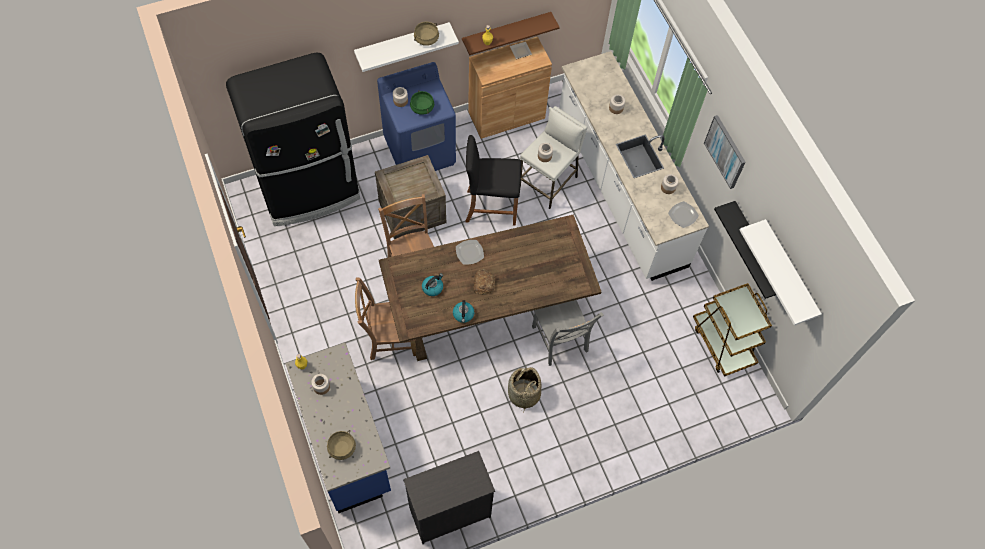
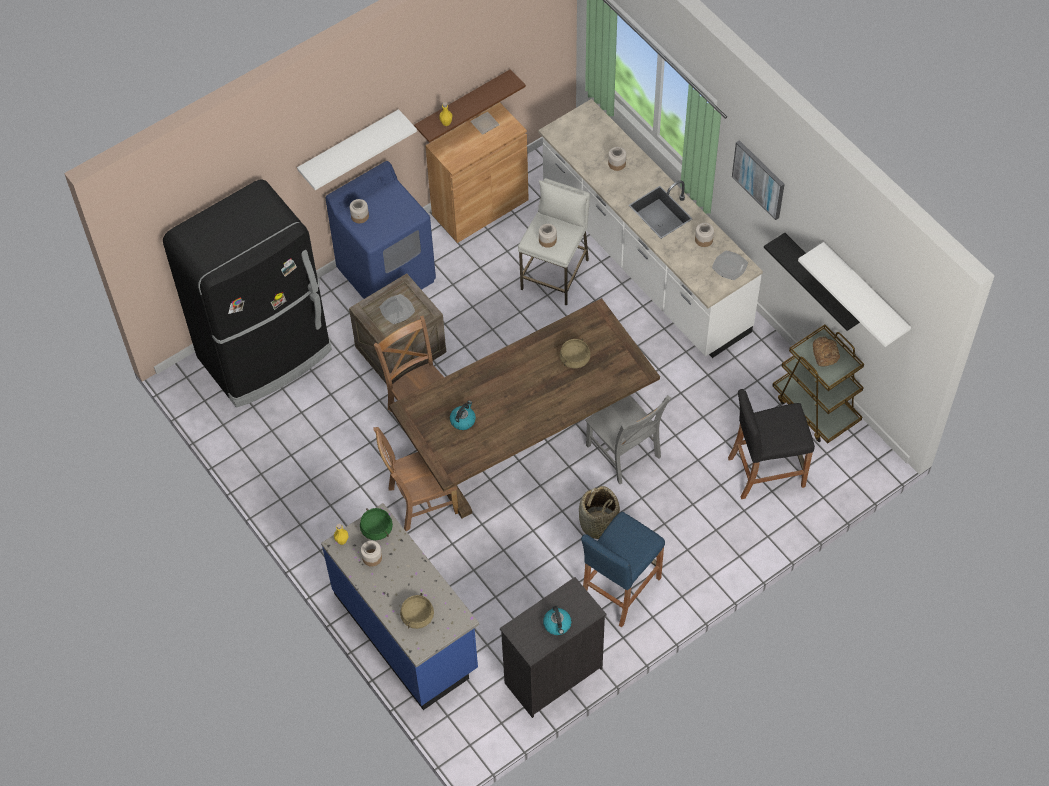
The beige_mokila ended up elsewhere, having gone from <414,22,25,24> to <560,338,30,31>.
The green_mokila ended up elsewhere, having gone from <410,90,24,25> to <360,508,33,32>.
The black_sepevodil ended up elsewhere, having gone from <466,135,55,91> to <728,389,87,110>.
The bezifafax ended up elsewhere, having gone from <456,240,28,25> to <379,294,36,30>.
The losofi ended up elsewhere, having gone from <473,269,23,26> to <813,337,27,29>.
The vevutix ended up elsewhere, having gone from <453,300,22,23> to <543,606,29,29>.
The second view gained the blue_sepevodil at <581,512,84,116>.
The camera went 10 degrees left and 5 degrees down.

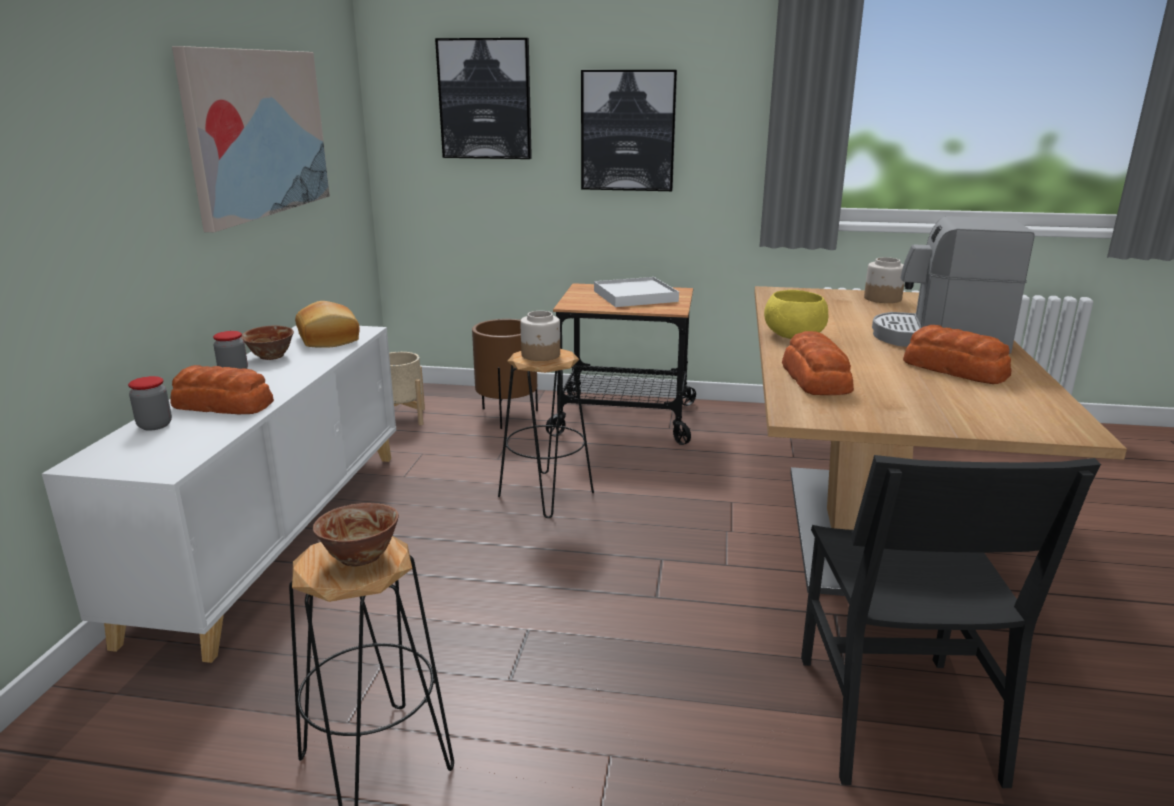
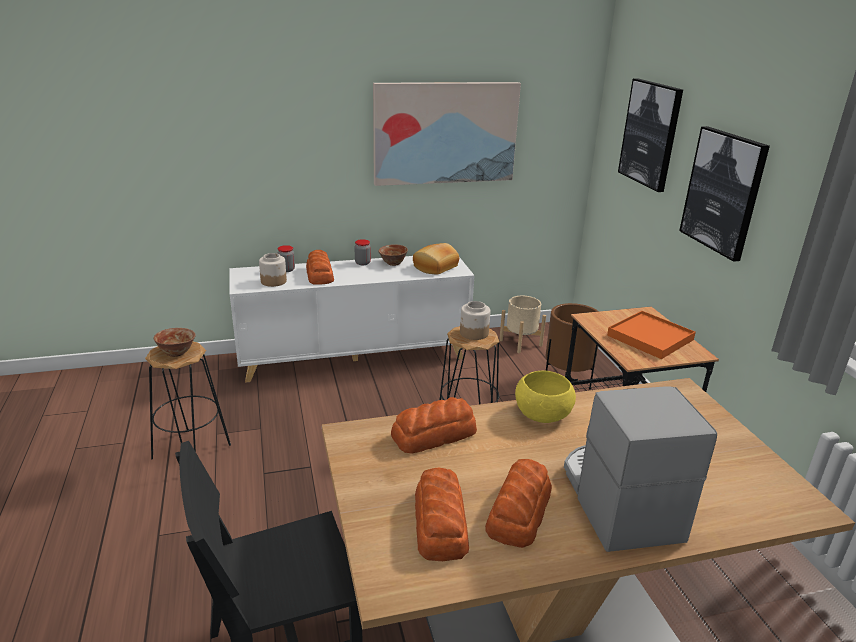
The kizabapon ended up elsewhere, having gone from <864,257,41,46> to <259,253,28,34>.
What was the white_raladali at <594,277,85,30> turned into the orange_raladali at <607,311,89,48>.
The second view gained the losofi at <415,468,54,93>.
The camera went 65 degrees right and 5 degrees up.

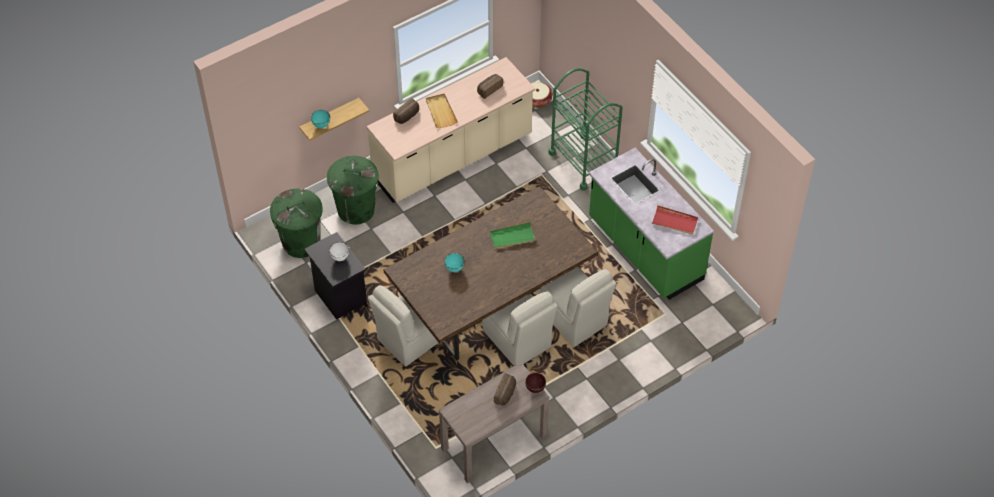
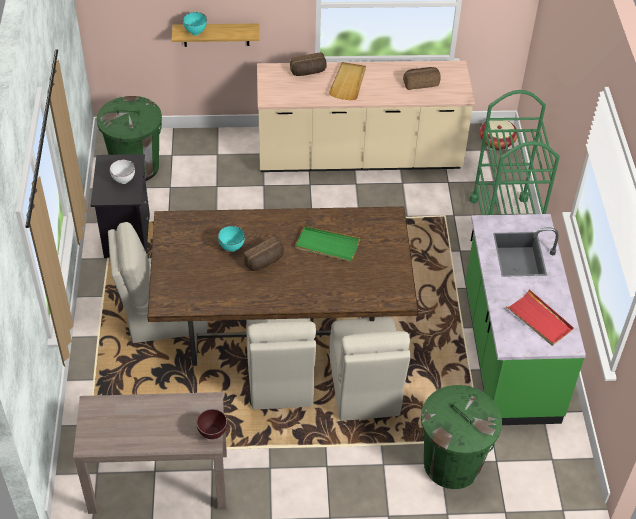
The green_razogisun ended up elsewhere, having gone from <327,156,52,68> to <421,385,81,104>.
The losofi ended up elsewhere, having gone from <494,373,22,32> to <244,236,40,35>.
The camera went 30 degrees right and 5 degrees down.

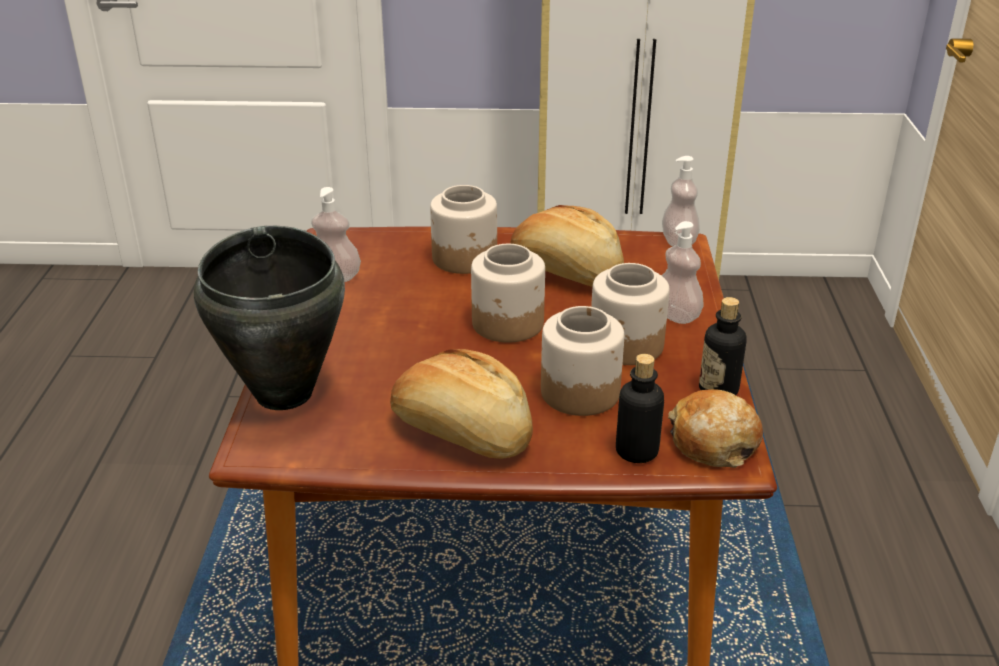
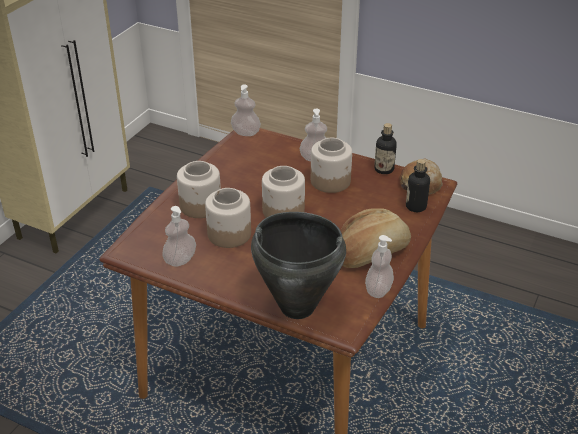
The second view lost the losofi at <510,205,114,82>.
The kizabapon ended up elsewhere, having gone from <541,306,83,110> to <205,188,46,60>.
The second view gained the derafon at <365,235,29,63>.
The camera went 65 degrees left and 5 degrees up.

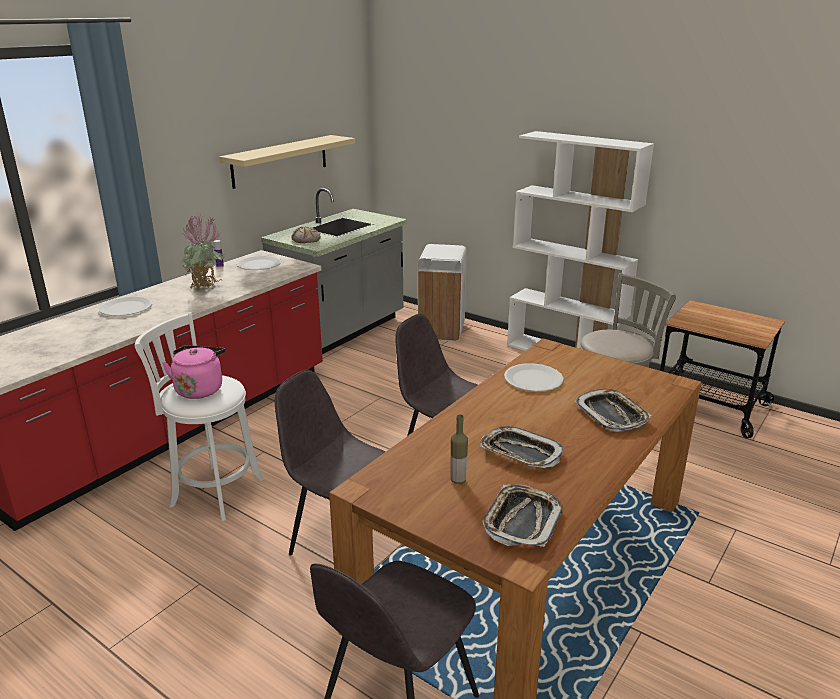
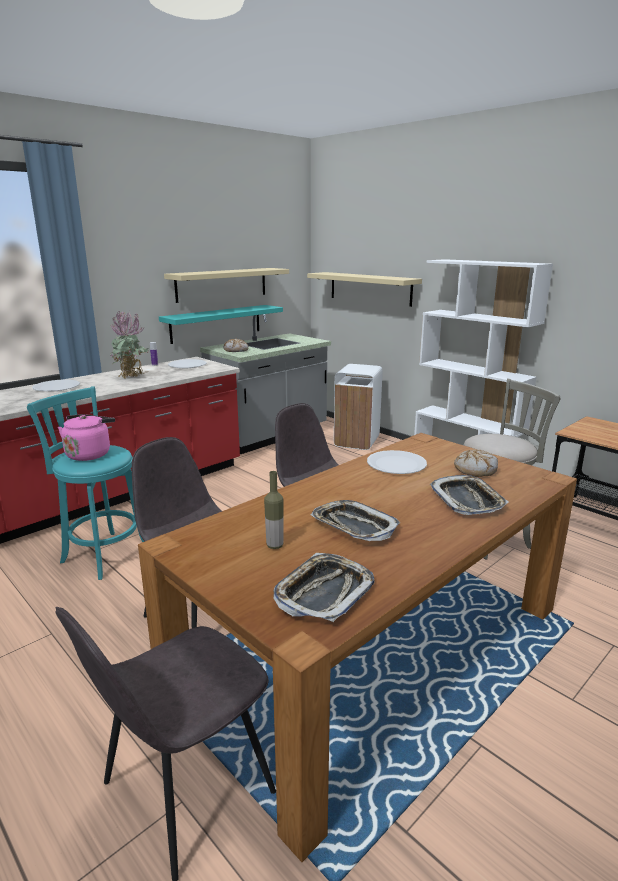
What was the white_sepevodil at <134,312,130,209> turned into the turquoise_sepevodil at <27,386,118,194>.
The second view gained the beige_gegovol at <307,272,115,35>.
The second view gained the turquoise_gegovol at <159,305,124,39>.
The second view gained the losofi at <454,450,44,27>.
The camera went 10 degrees right and 5 degrees down.

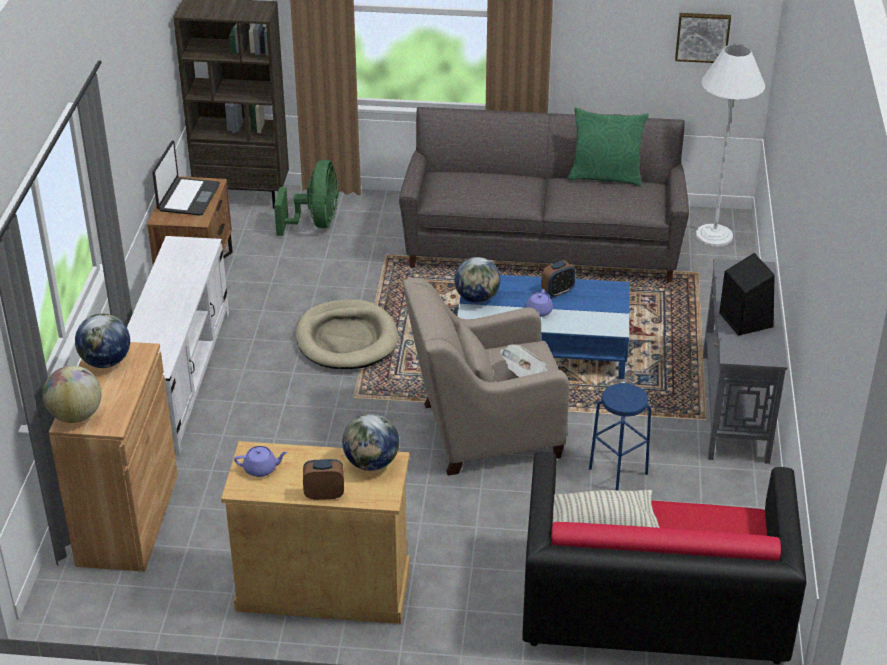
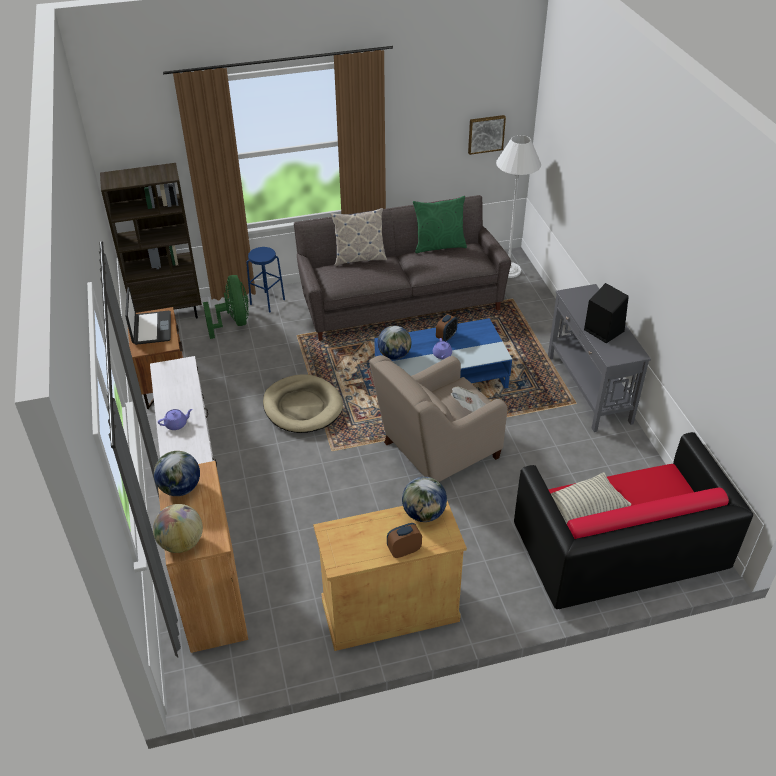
The blue_sepevodil ended up elsewhere, having gone from <589,383,62,107> to <246,247,39,66>.
The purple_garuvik ended up elsewhere, having gone from <234,446,54,31> to <158,409,35,21>.
The second view gained the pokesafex at <330,208,57,58>.
The camera went 20 degrees left and 5 degrees up.

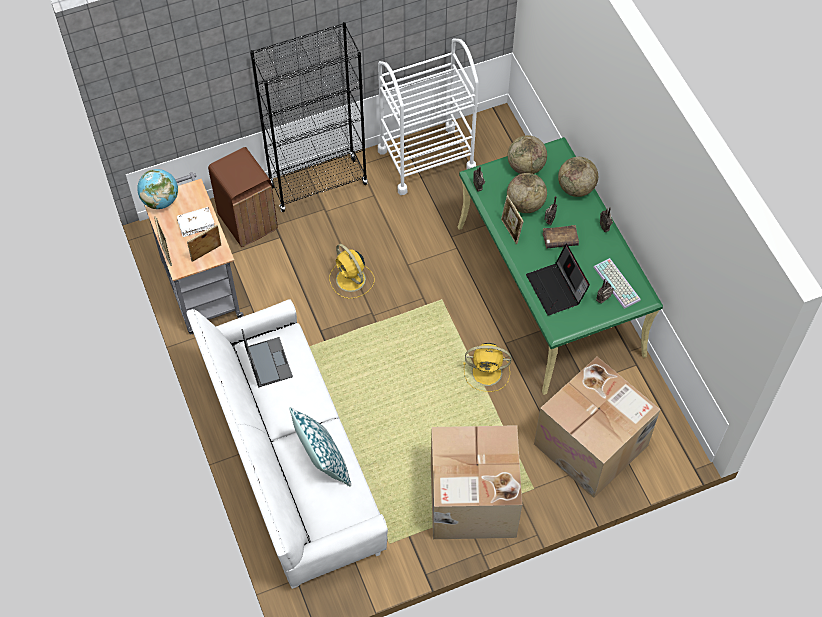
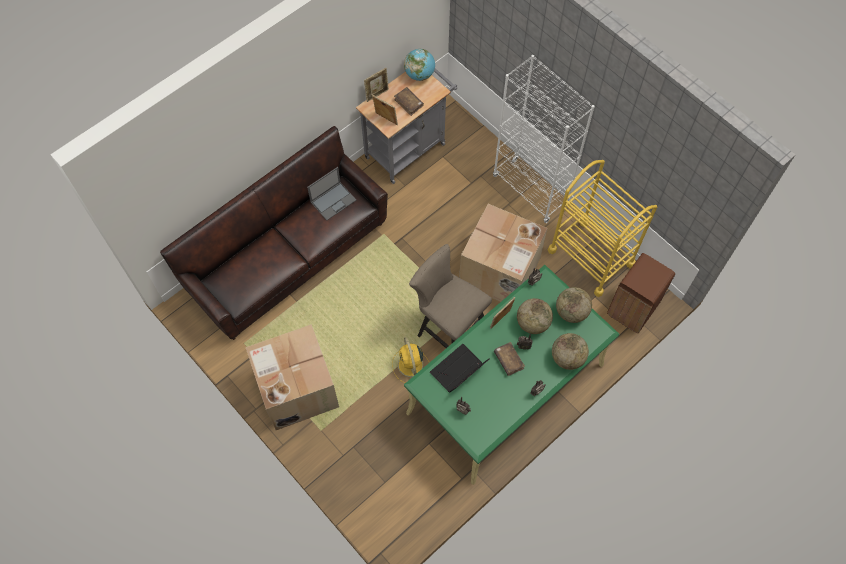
What was the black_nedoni at <250,22,118,190> turned into the white_nedoni at <493,55,102,168>.
What was the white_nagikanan at <378,38,101,157> turned into the yellow_nagikanan at <548,160,109,137>.
The brown_razogisun ended up elsewhere, having gone from <208,147,70,100> to <607,253,68,80>.
What was the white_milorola at <177,207,38,30> turned into the brown_milorola at <394,87,30,29>.
The second view lost the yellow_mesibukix at <329,244,46,55>.
The second view lost the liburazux at <593,258,48,51>.
What was the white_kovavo at <187,299,201,290> turned into the brown_kovavo at <160,126,228,214>.
The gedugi ended up elsewhere, having gone from <534,356,126,142> to <459,204,89,98>.
The second view lost the pokesafex at <289,407,62,80>.
The second view gained the beige_sepevodil at <409,244,83,104>.
The camera went 70 degrees right and 5 degrees up.

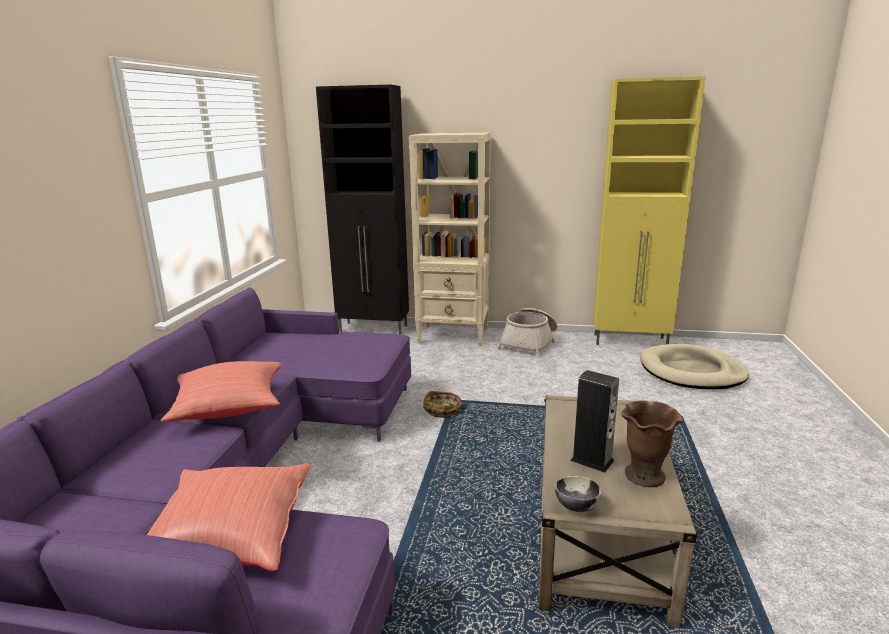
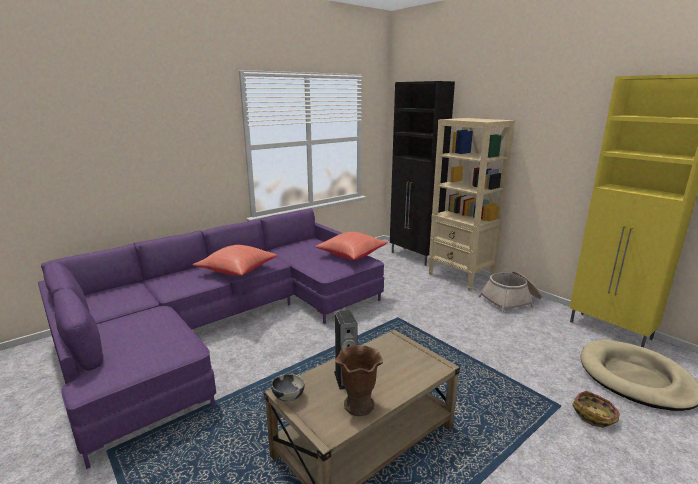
The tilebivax ended up elsewhere, having gone from <423,391,39,27> to <572,391,48,37>.
The red_pokesafex ended up elsewhere, having gone from <147,464,164,108> to <315,232,73,28>.
The camera went 40 degrees right and 0 degrees up.

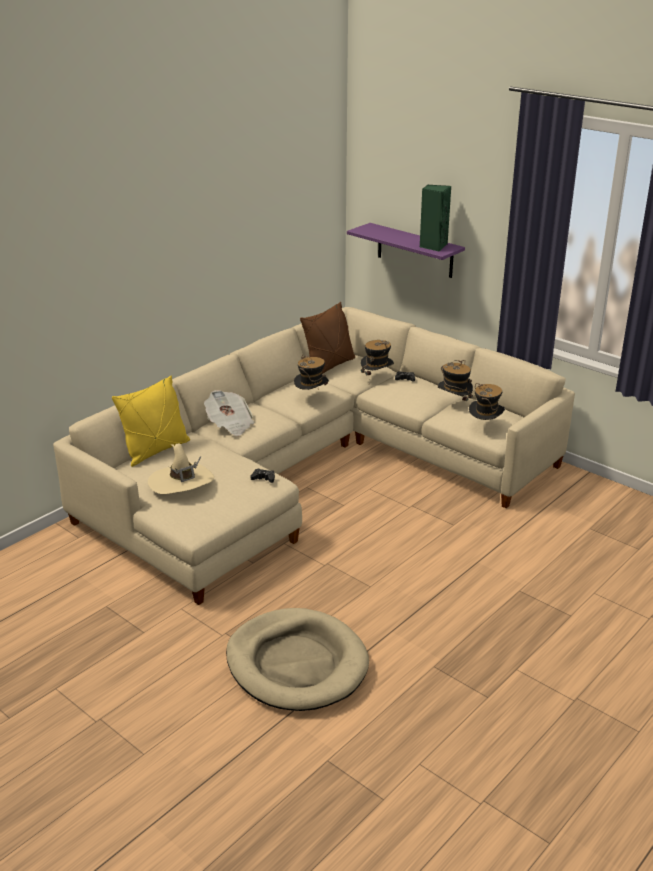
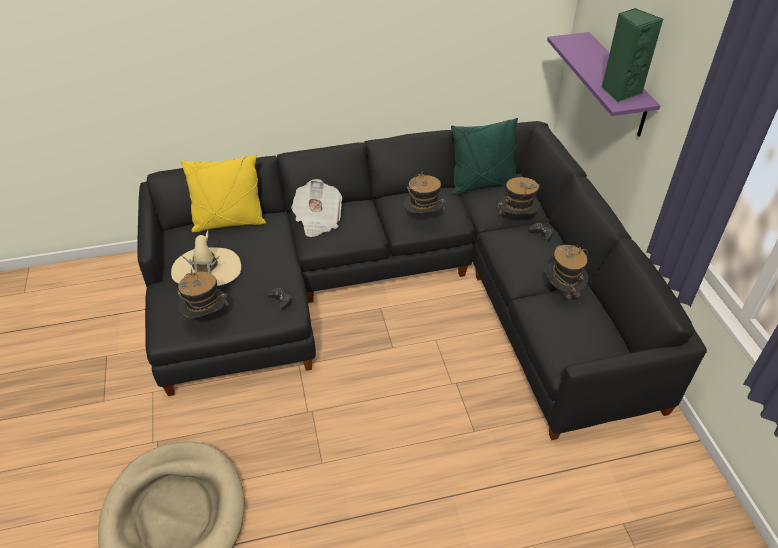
What was the brown_pokesafex at <300,302,55,72> turned into the green_pokesafex at <451,118,67,77>.
What was the beige_kovavo at <53,307,522,298> turned into the black_kovavo at <137,121,570,319>.
The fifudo ended up elsewhere, having gone from <469,383,36,37> to <177,269,51,49>.
The camera went 35 degrees right and 15 degrees up.

